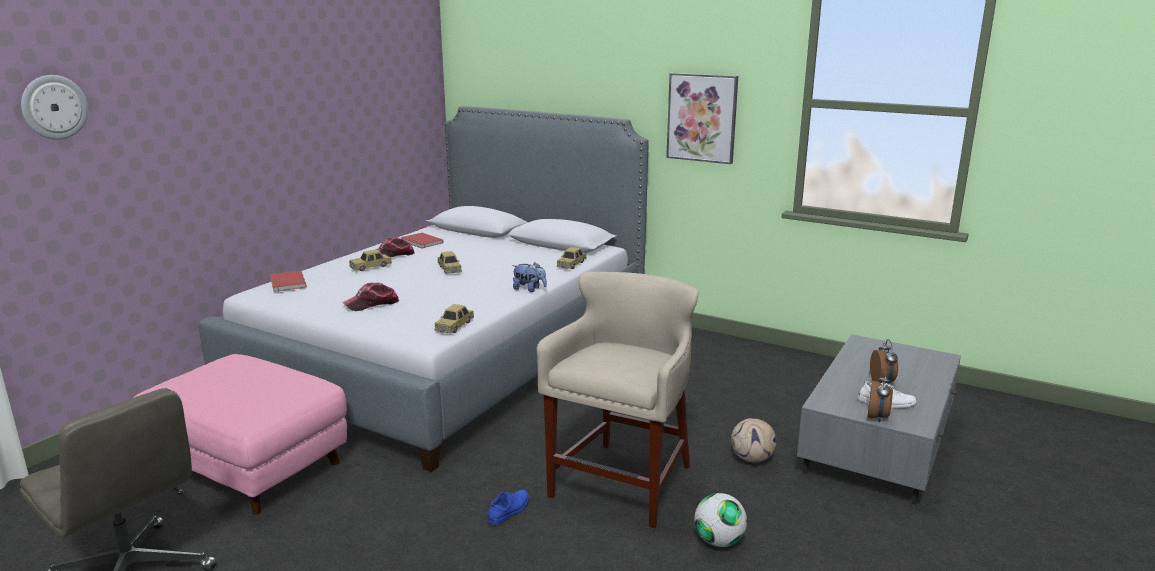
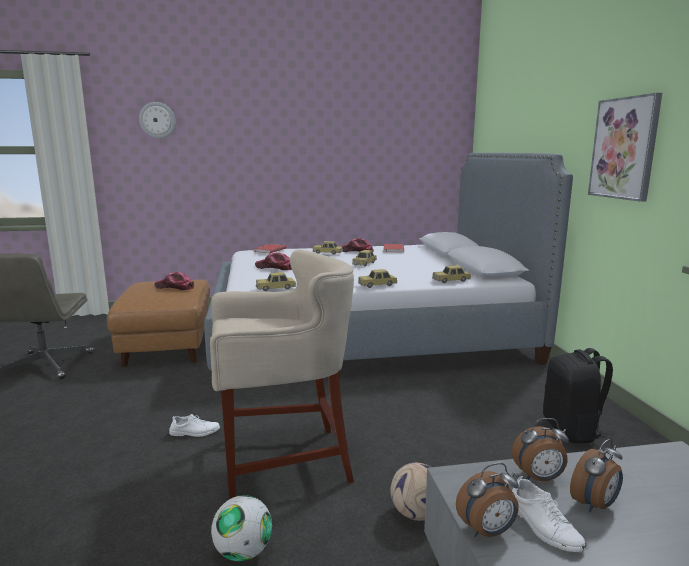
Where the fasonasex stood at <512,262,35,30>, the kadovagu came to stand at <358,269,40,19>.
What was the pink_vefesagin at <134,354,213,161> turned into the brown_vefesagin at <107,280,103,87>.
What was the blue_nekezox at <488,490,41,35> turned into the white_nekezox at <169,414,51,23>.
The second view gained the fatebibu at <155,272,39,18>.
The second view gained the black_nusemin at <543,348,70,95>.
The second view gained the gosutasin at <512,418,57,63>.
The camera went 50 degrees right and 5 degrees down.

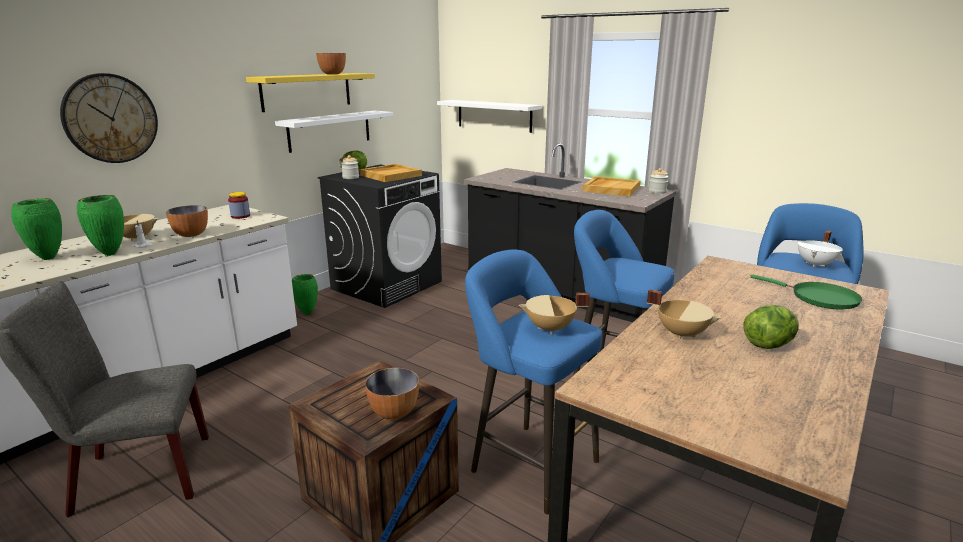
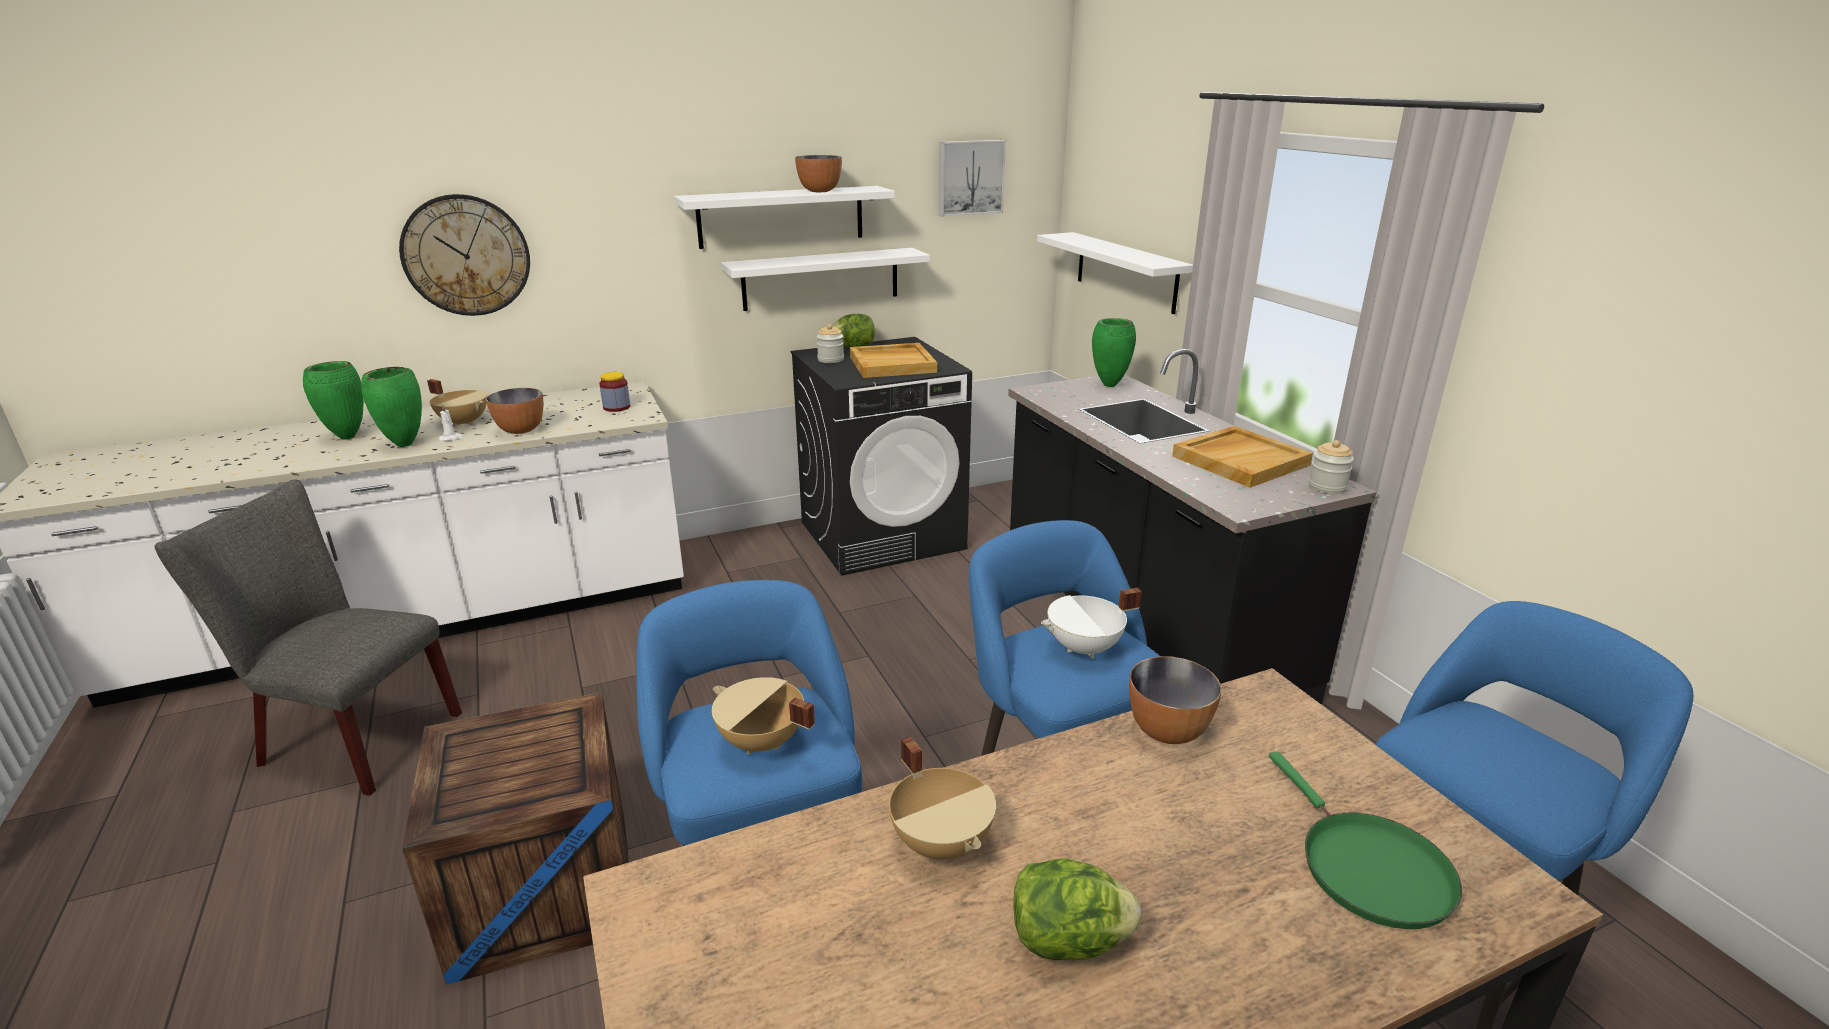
What was the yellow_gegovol at <246,73,129,39> turned into the white_gegovol at <674,186,221,63>.
The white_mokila ended up elsewhere, having gone from <798,230,45,37> to <1041,587,101,72>.
The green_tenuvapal ended up elsewhere, having gone from <292,274,26,41> to <1092,318,44,69>.
The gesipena ended up elsewhere, having gone from <365,368,54,52> to <1129,656,92,88>.
The second view gained the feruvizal at <939,140,67,77>.
The camera went 30 degrees right and 5 degrees up.

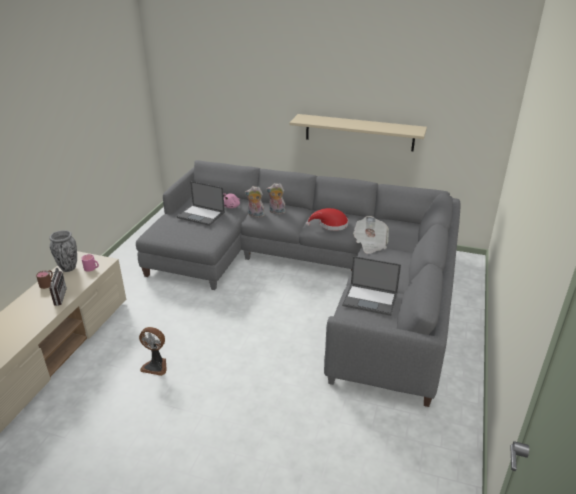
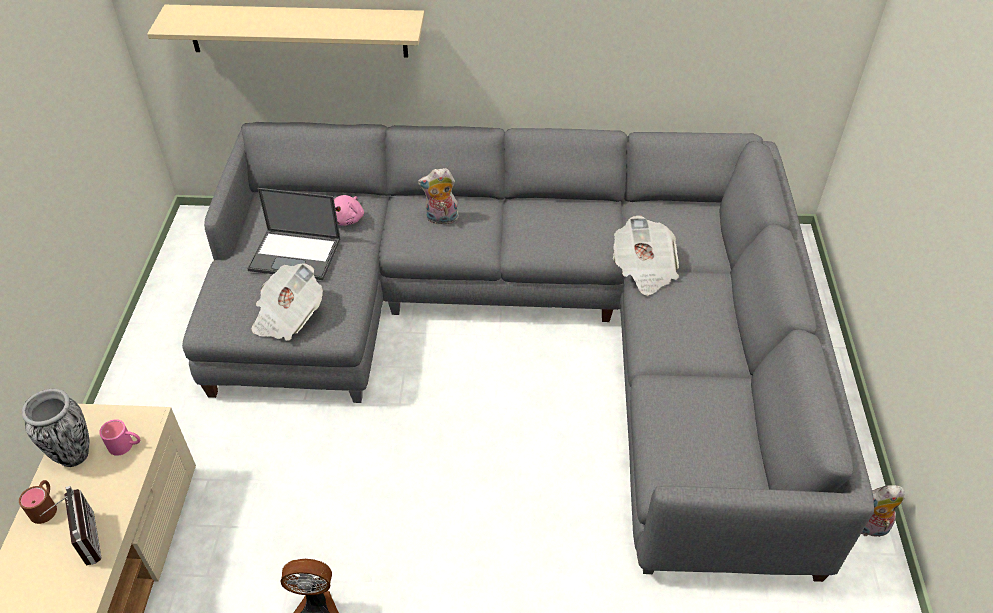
The beige_gegovol ended up elsewhere, having gone from <289,114,138,37> to <147,5,278,53>.
The fasonasex ended up elsewhere, having gone from <245,186,20,32> to <861,485,44,52>.
The second view lost the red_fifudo at <306,208,42,23>.
The second view lost the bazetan at <342,256,59,60>.
The second view gained the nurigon at <251,263,72,78>.
The camera went 15 degrees left and 15 degrees up.

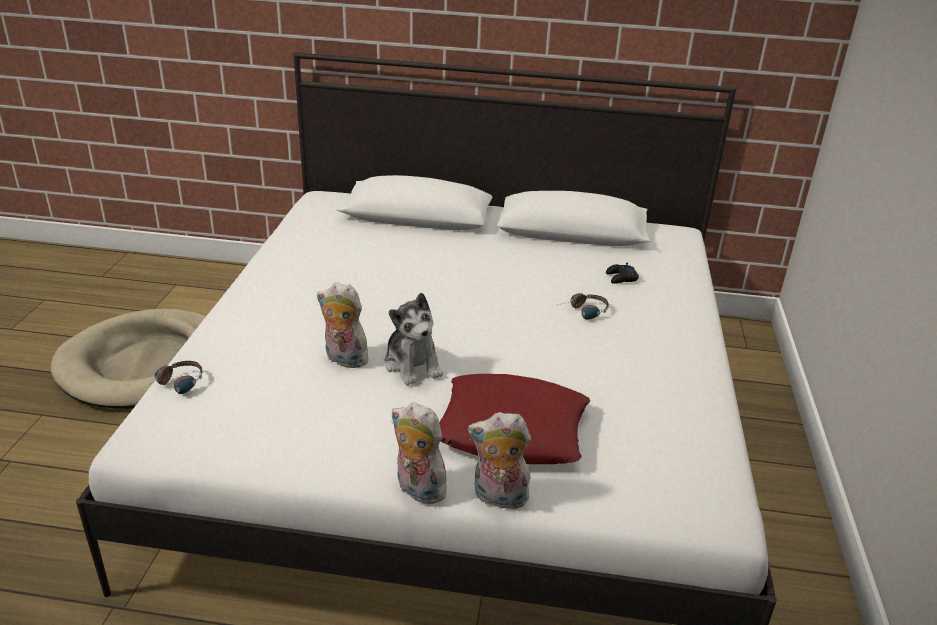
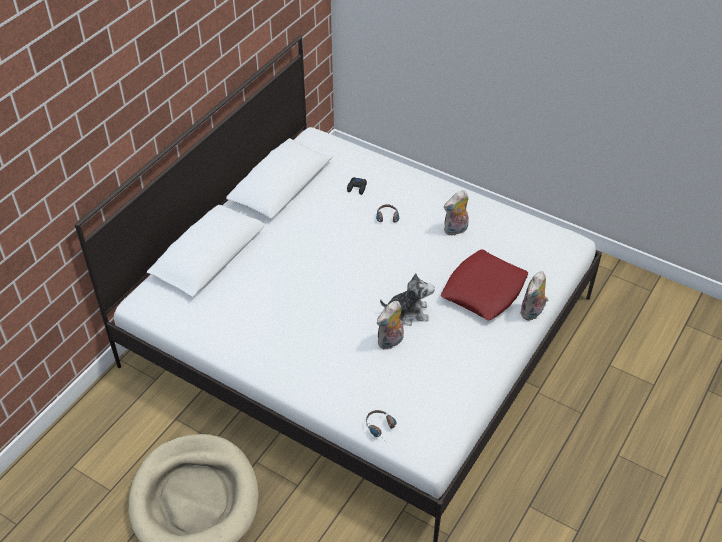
The fasonasex ended up elsewhere, having gone from <392,403,55,101> to <444,190,25,46>.
The camera went 65 degrees left and 15 degrees up.

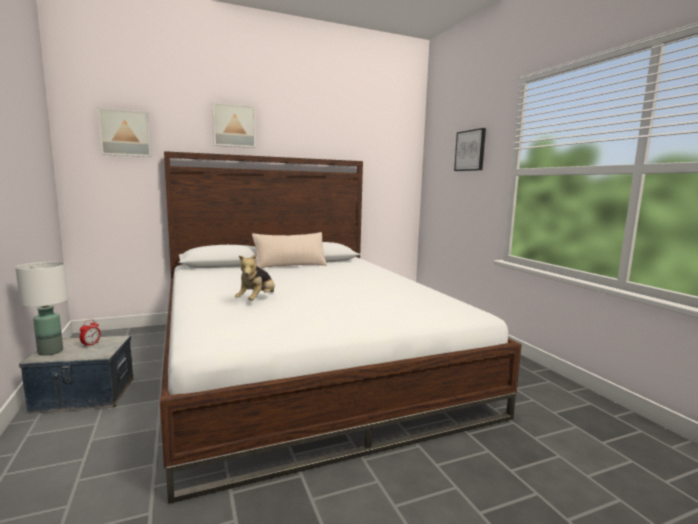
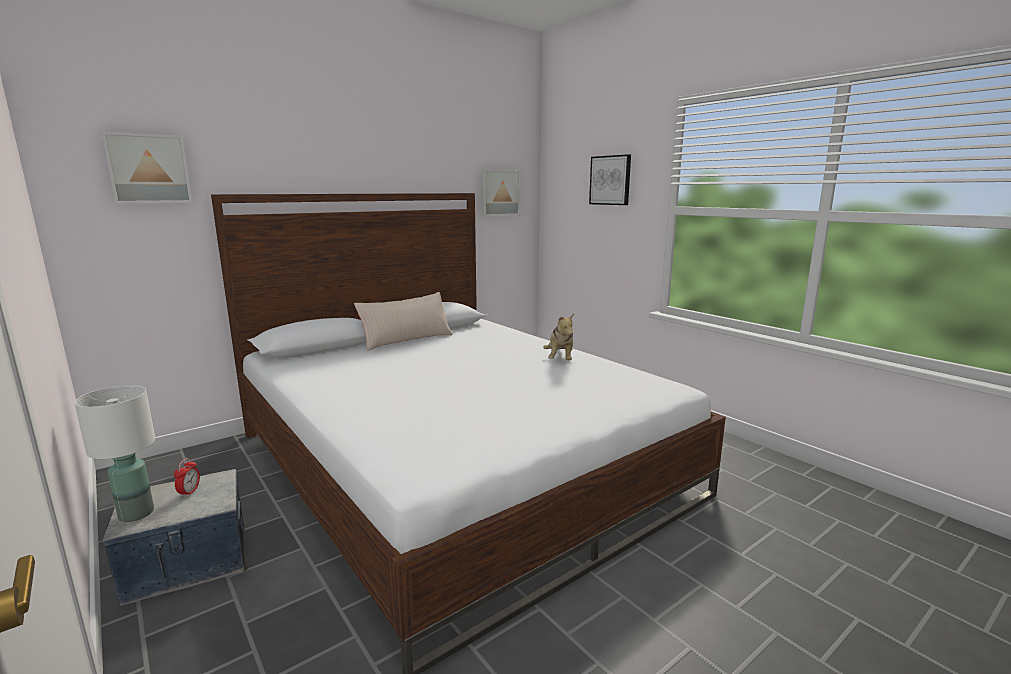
The feruvizal ended up elsewhere, having gone from <212,102,44,46> to <481,169,39,47>.
The fasonasex ended up elsewhere, having gone from <235,254,40,47> to <544,313,30,47>.
The camera went 15 degrees left and 5 degrees up.

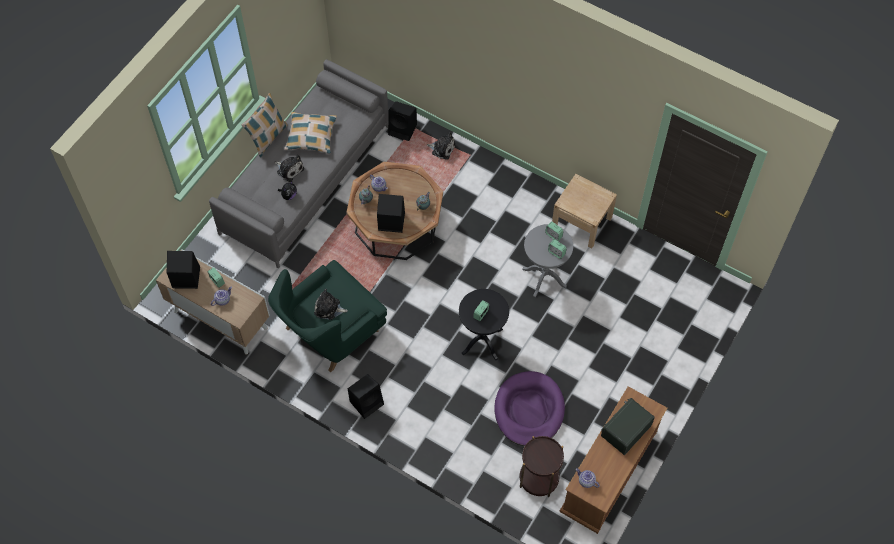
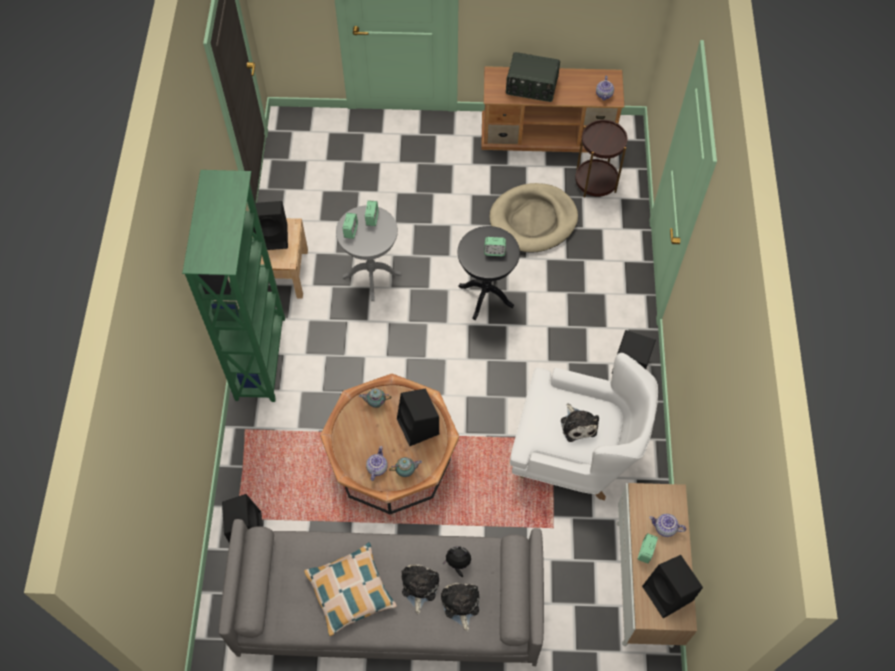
The second view lost the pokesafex at <242,93,46,64>.
The fasonasex ended up elsewhere, having gone from <426,132,30,27> to <441,583,38,49>.
What was the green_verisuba at <268,260,119,112> turned into the white_verisuba at <510,353,148,147>.
What was the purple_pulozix at <494,371,71,75> turned into the beige_pulozix at <489,183,89,70>.
The second view gained the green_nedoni at <182,170,103,232>.
The second view gained the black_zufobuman at <253,201,35,49>.
The camera went 120 degrees left and 0 degrees up.

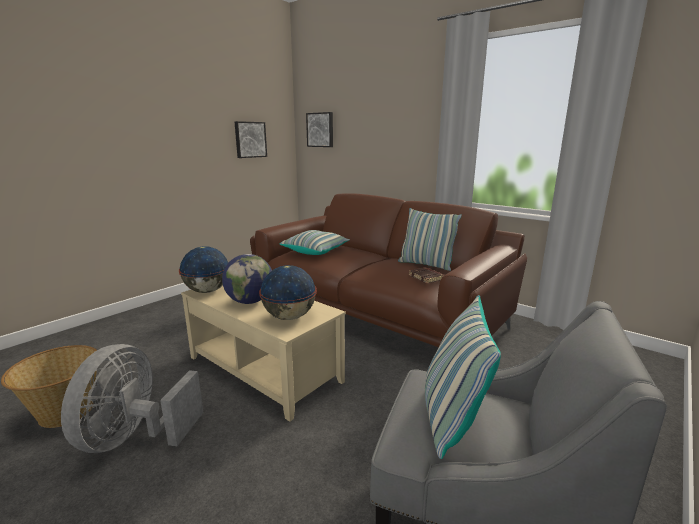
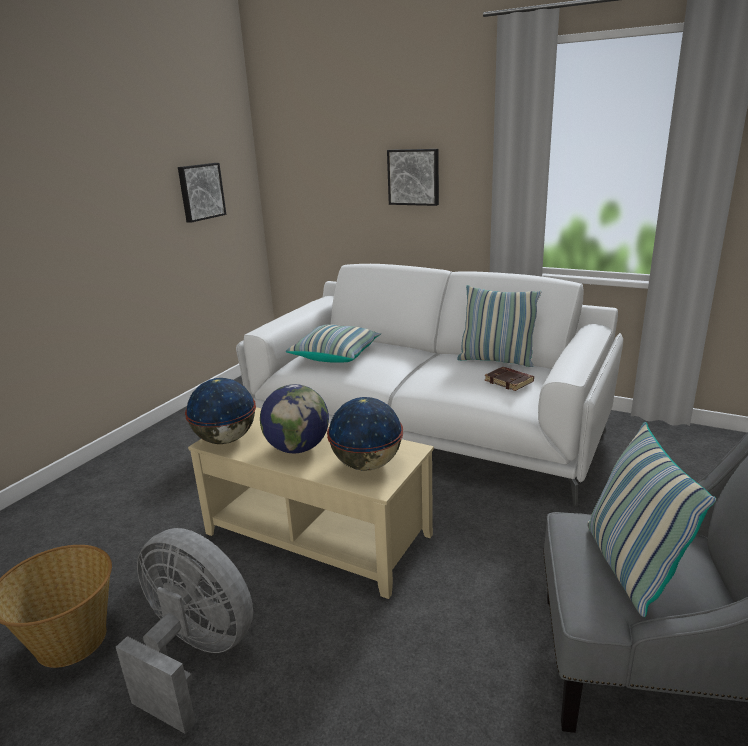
The feruvizal ended up elsewhere, having gone from <306,112,27,35> to <387,149,52,57>.
What was the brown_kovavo at <250,193,277,154> turned into the white_kovavo at <236,264,387,243>.
The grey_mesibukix at <61,344,142,109> ended up facing another way, 120 degrees clockwise from before.
The camera went 10 degrees left and 5 degrees up.

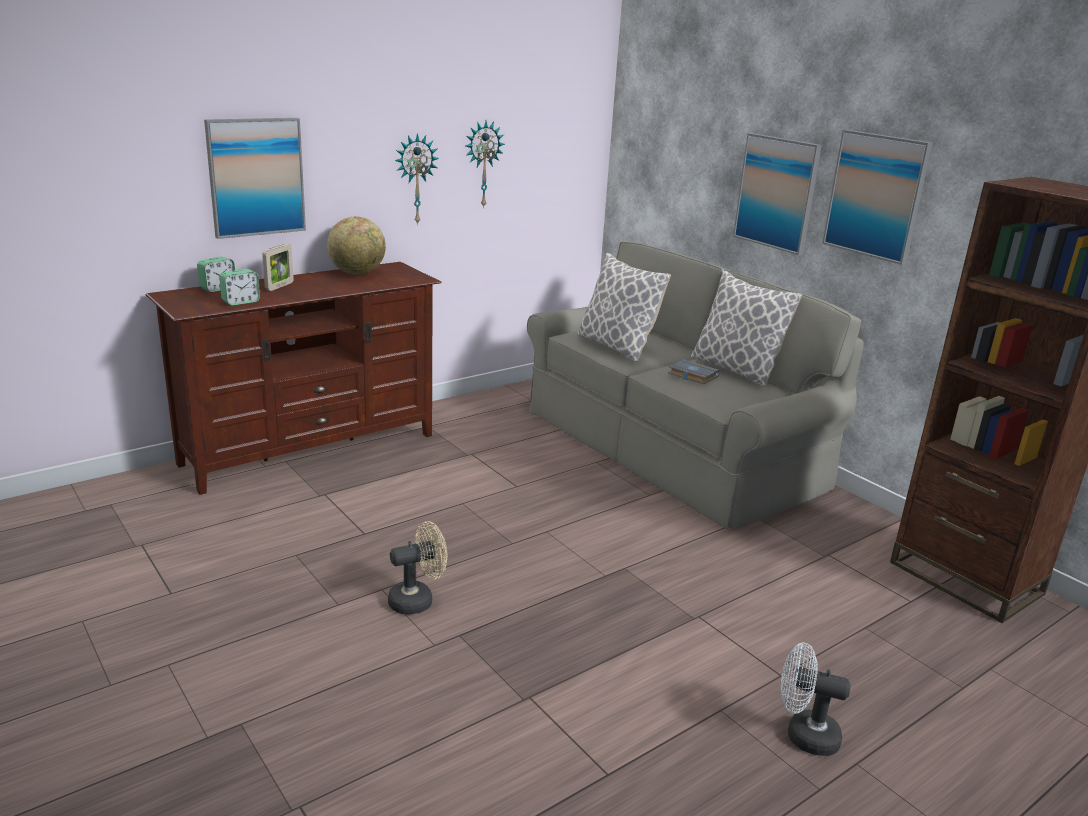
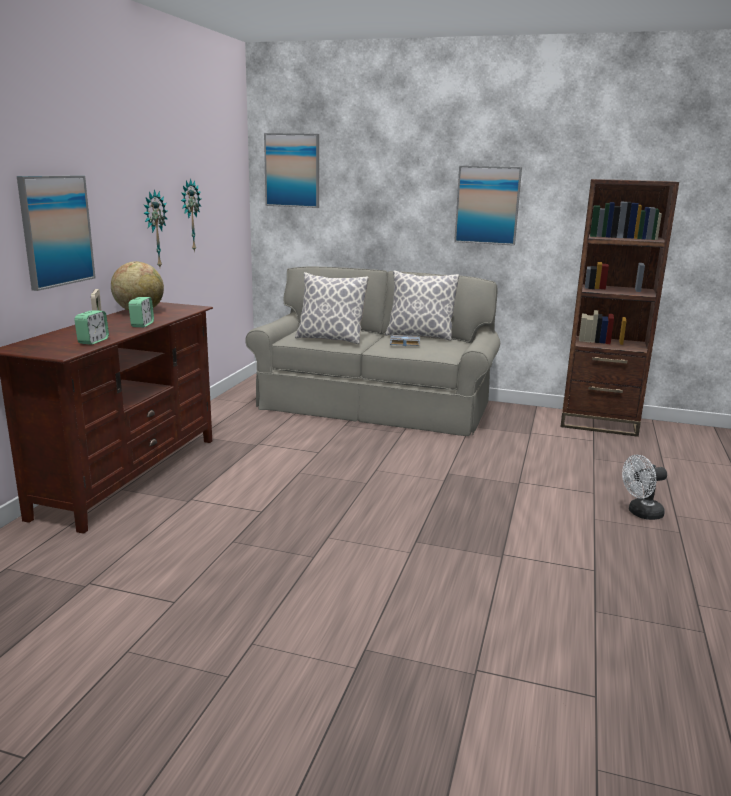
The feruvizal ended up elsewhere, having gone from <733,133,89,122> to <264,133,55,75>.
The gosutasin ended up elsewhere, having gone from <197,257,38,35> to <128,297,26,30>.
The second view lost the beige_mesibukix at <388,521,59,94>.
The camera went 35 degrees left and 5 degrees down.

